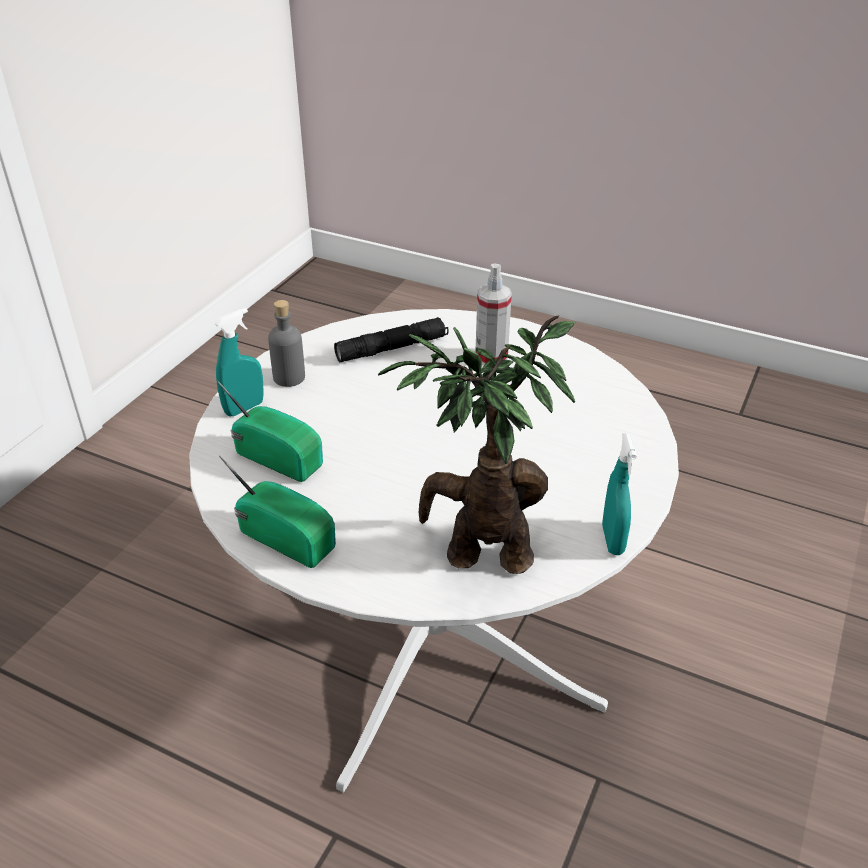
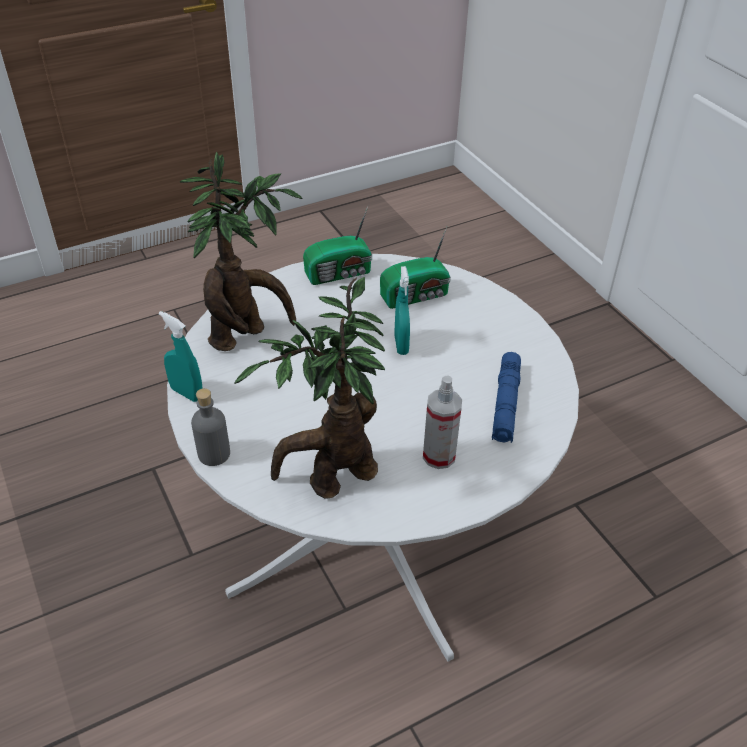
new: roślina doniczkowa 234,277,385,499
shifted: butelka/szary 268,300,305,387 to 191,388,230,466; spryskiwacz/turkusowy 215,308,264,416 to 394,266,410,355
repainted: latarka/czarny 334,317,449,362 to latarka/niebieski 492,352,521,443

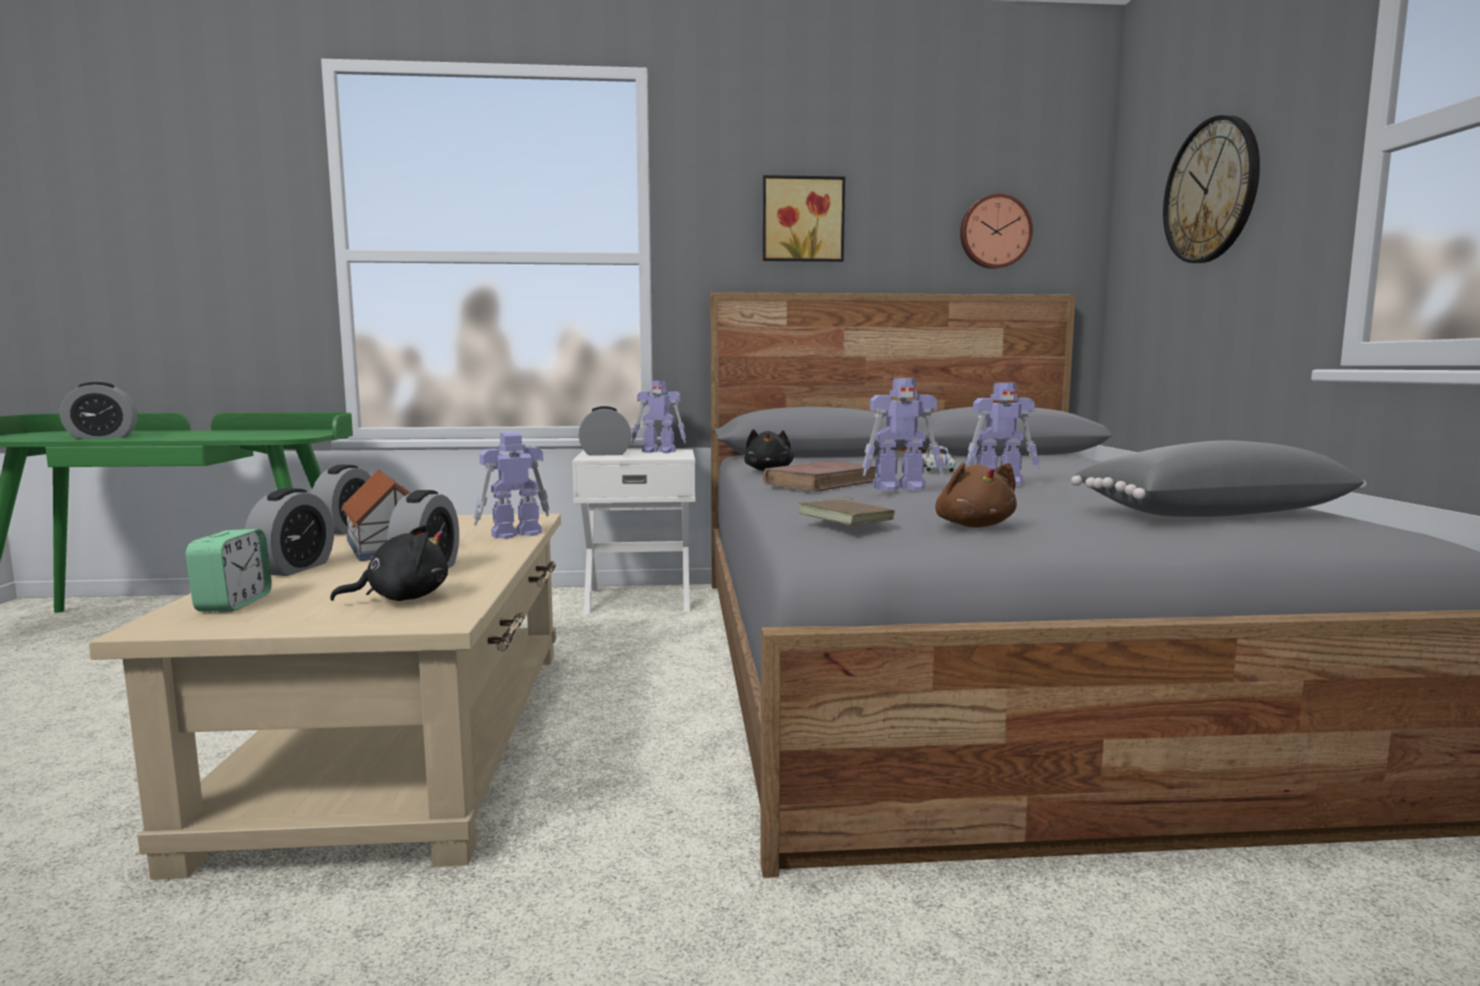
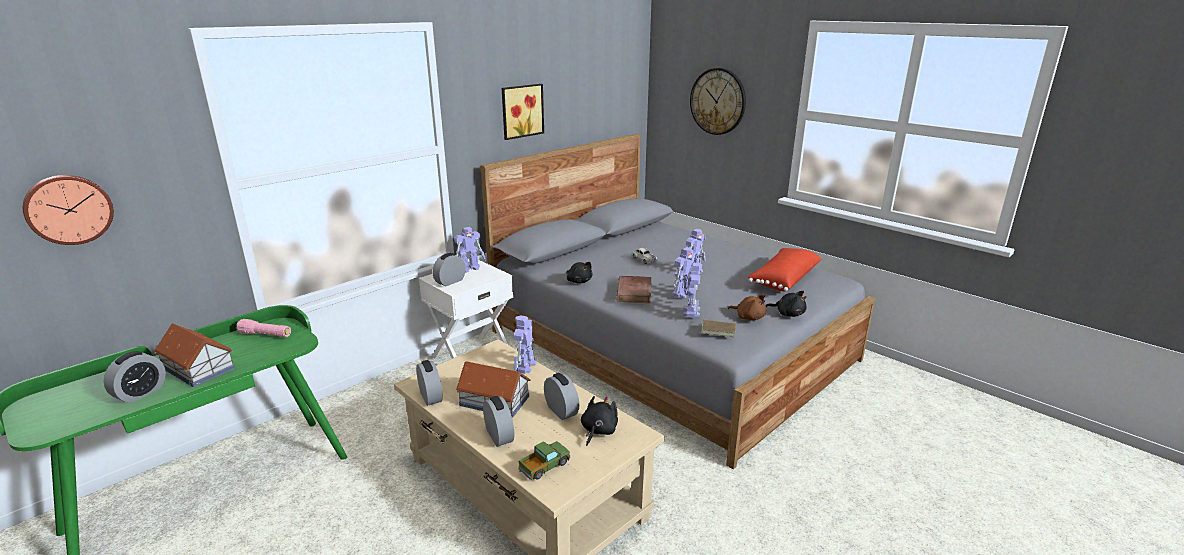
new: domek 154,323,235,387; latarka/różowy 236,319,291,337; robot zabawkowy 683,263,702,318; pluszak/czarny 766,291,807,317
shifted: zegar ścienny 960,194,1033,269 to 23,175,114,245
swapped: budzik 186,529,272,612 to ciężarówka zabawkowa 518,441,570,480
repainted: poduszka/szary 1071,440,1367,517 to poduszka/czerwony 748,248,821,292

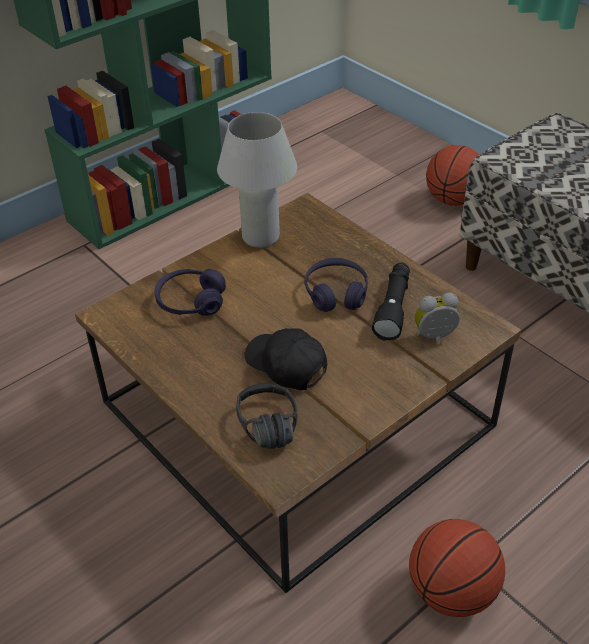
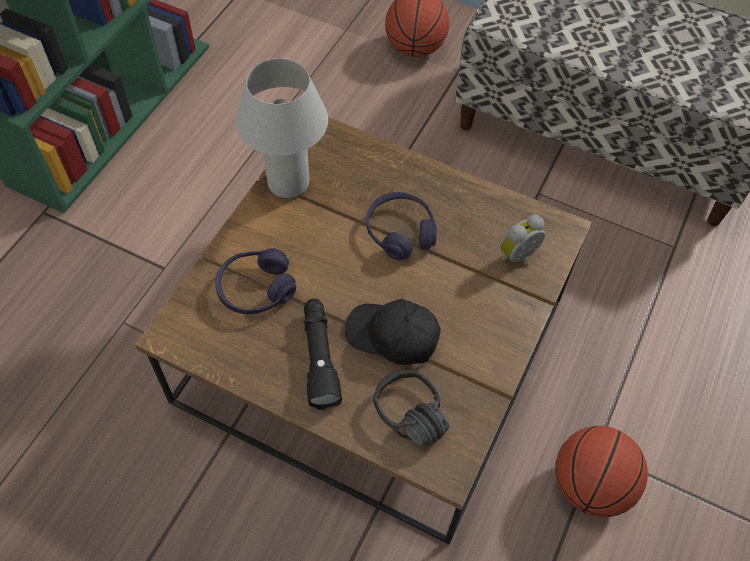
shifted: latarka/czarny 372,262,410,341 to 304,299,342,410

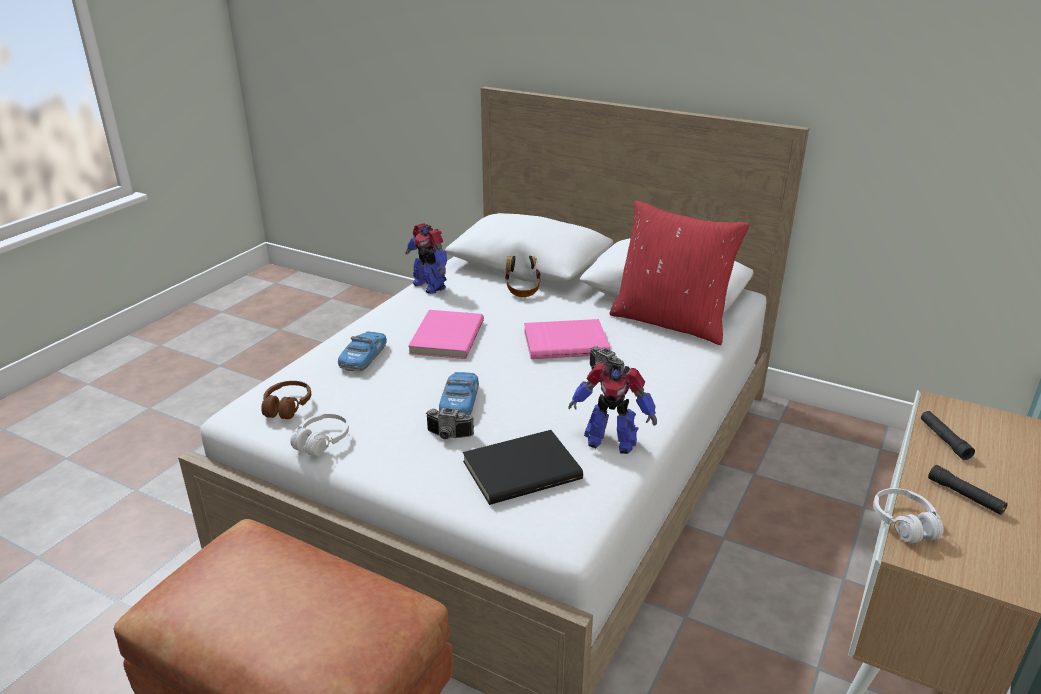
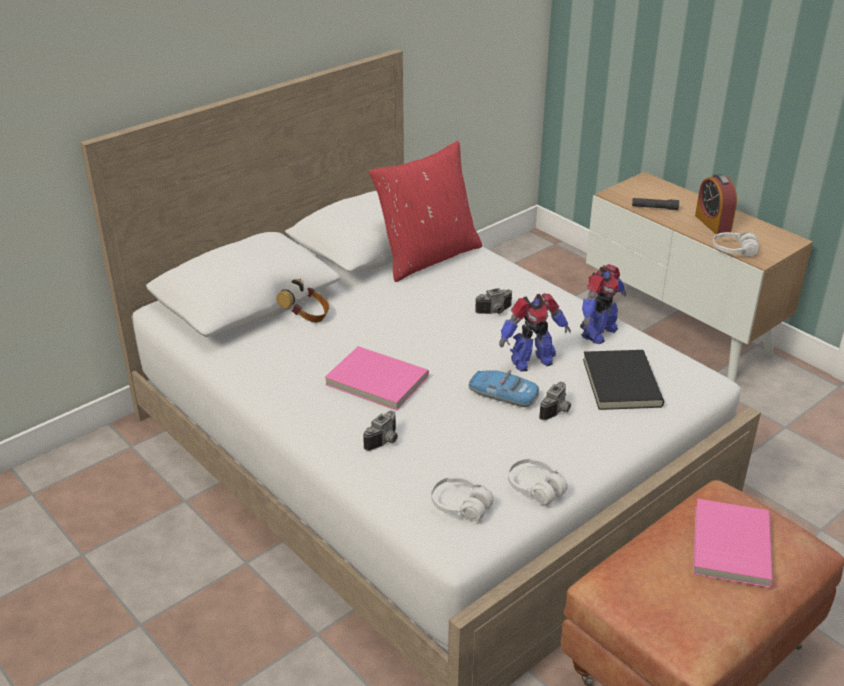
shifted: robot zabawkowy 406,223,447,294 to 499,293,571,372; książka/różowy 524,319,610,359 to 693,499,773,588
swapped: samochodzik 338,332,387,371 to aparat fotograficzny 363,411,398,451; latarka/czarny 928,465,1008,515 to budzik 695,174,737,234
repainted: słuchawki/brązowy 261,381,311,419 to słuchawki/biały 431,476,494,522

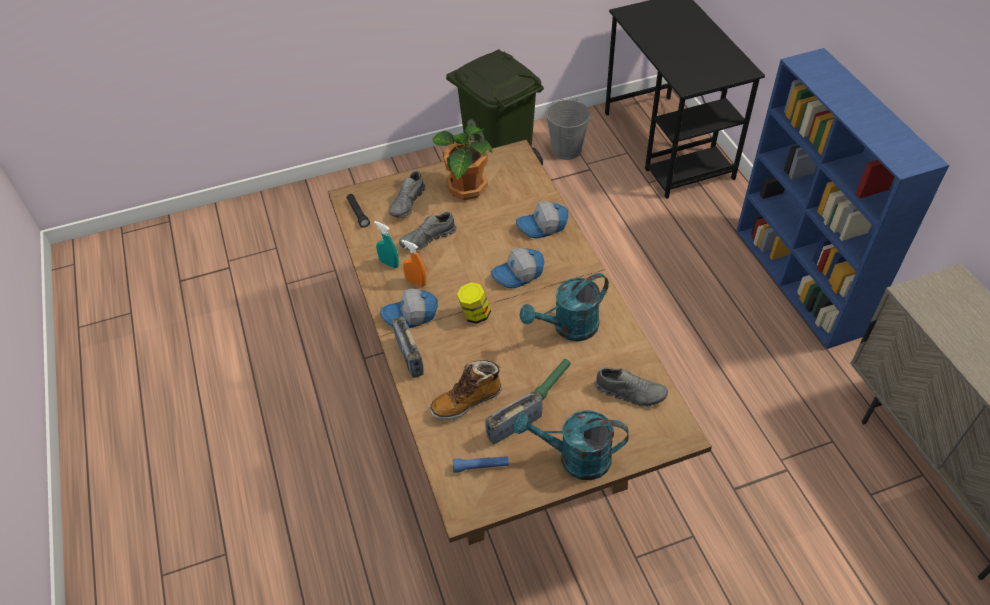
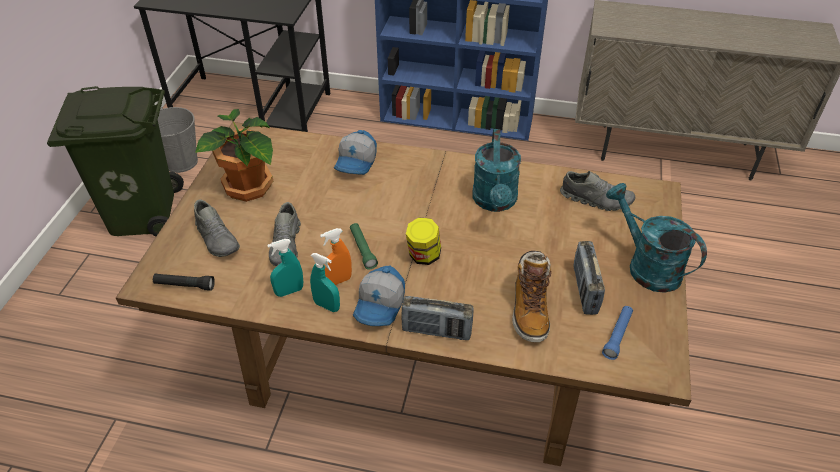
gone: czapka z daszkiem 491,248,544,288
new: spryskiwacz/turkusowy 310,253,340,312
shifted: latarka/zielony 534,359,571,401 to 350,223,378,270
rotated: but/szary 594,367,668,407 = 560,171,635,211 60 degrees clockwise; konewka/turkusowy 514,410,629,480 = 606,183,707,293 105 degrees clockwise

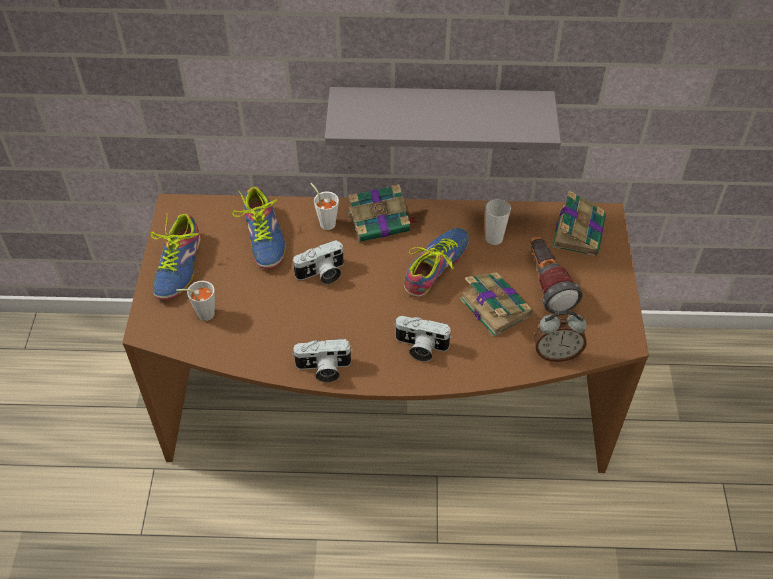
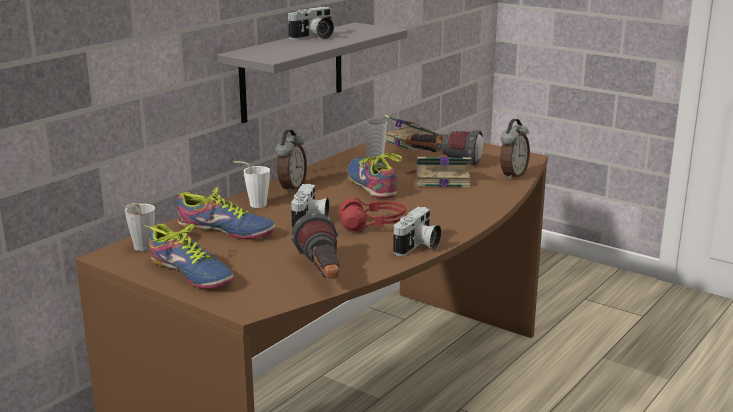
new: latarka 291,213,340,279; słuchawki/czerwony 338,197,407,232
shifted: filiżanka/szary 176,281,215,321 to 125,203,155,251; aparat fotograficzny 394,316,452,362 to 287,7,334,39
swapped: książka 348,184,417,242 to budzik 275,130,307,193

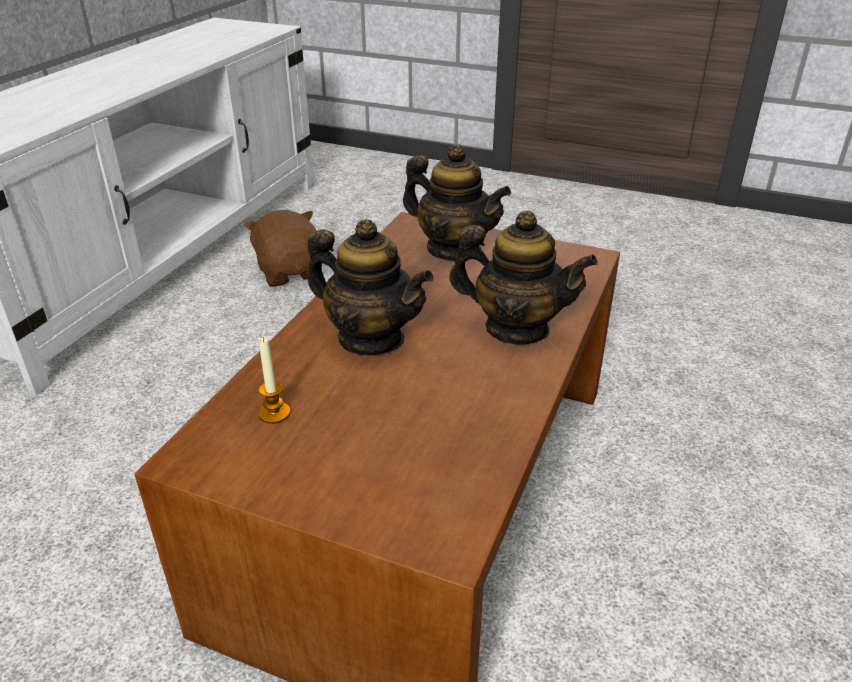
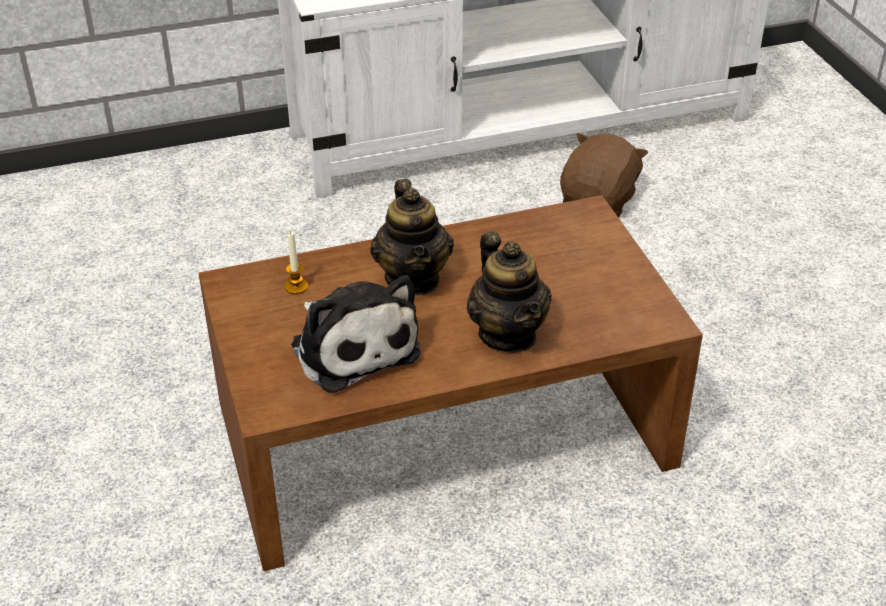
gone: imbryk 403,144,511,261
new: pluszak 291,275,421,393

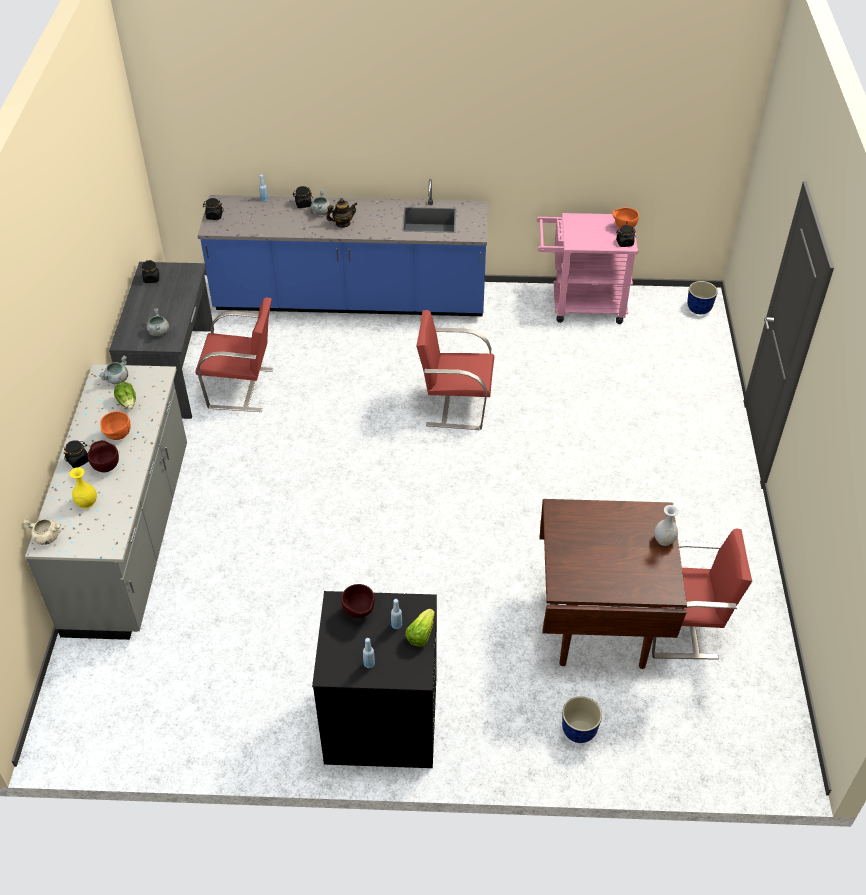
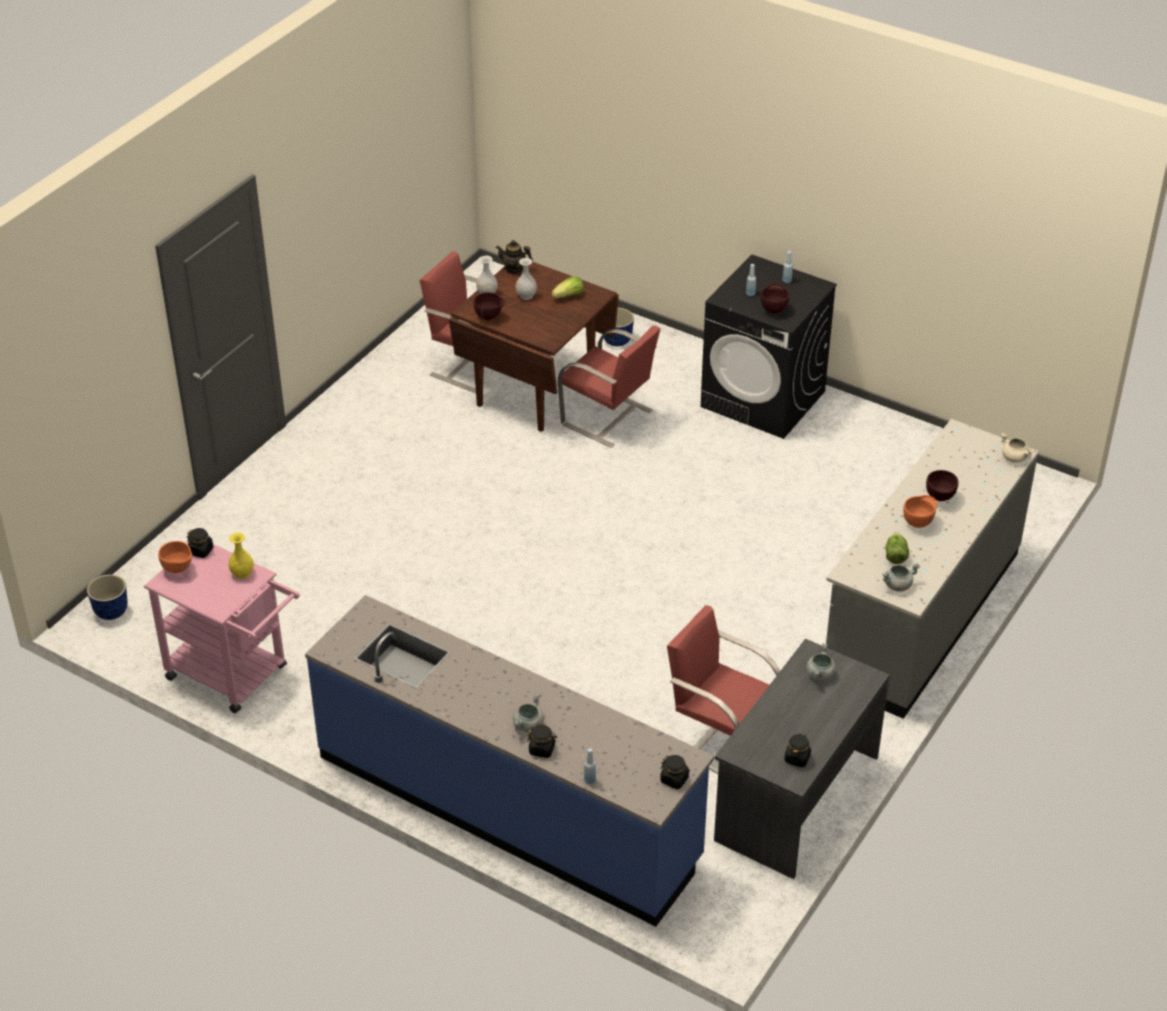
gone: słoik/czarny 64,440,89,468
new: miska/brązowy 474,292,505,320; wazon/biały 516,258,537,300
shifted: wazon/żółty 70,467,97,509 to 228,533,254,579; imbryk 326,199,357,228 to 496,240,533,274; sałata 405,609,435,647 to 551,276,584,298; krzesło/czerwony 416,310,494,430 to 558,325,660,448

